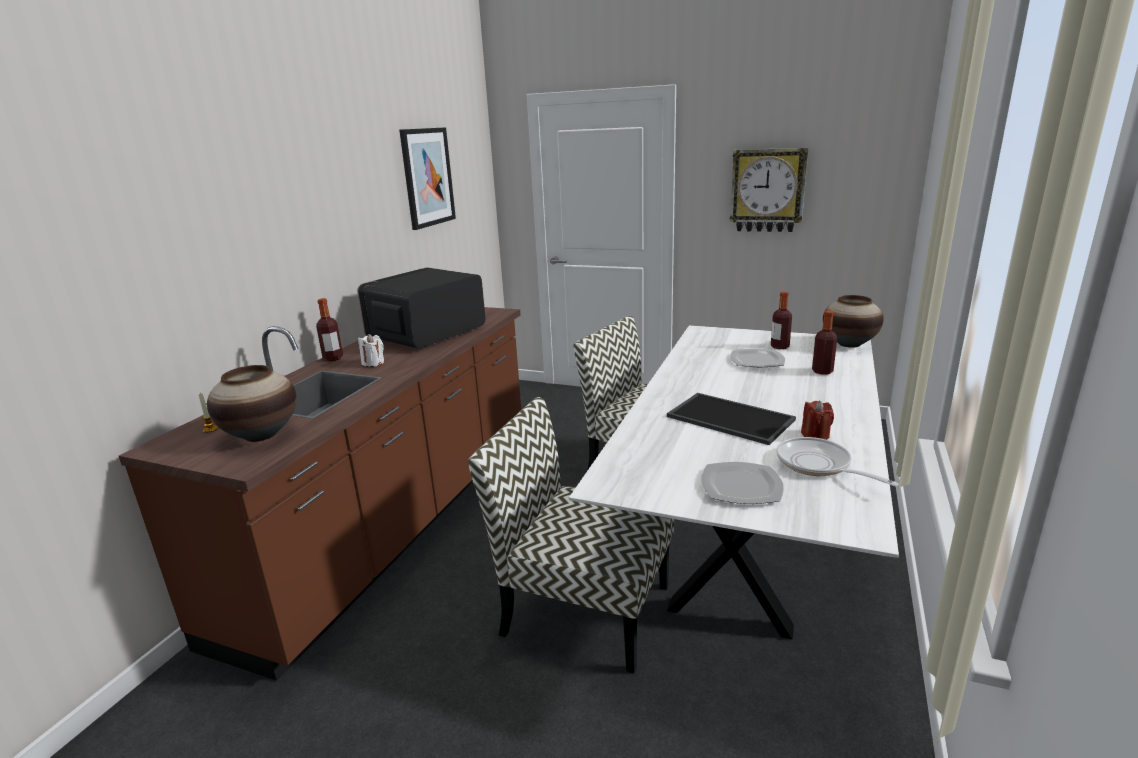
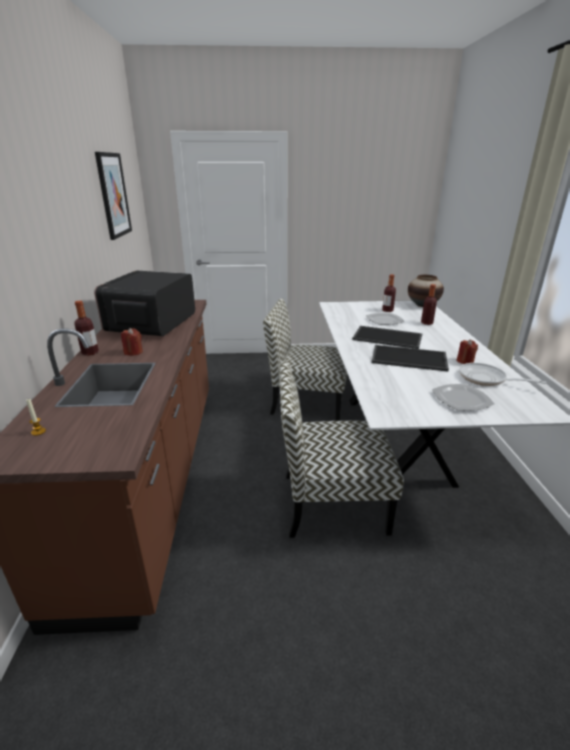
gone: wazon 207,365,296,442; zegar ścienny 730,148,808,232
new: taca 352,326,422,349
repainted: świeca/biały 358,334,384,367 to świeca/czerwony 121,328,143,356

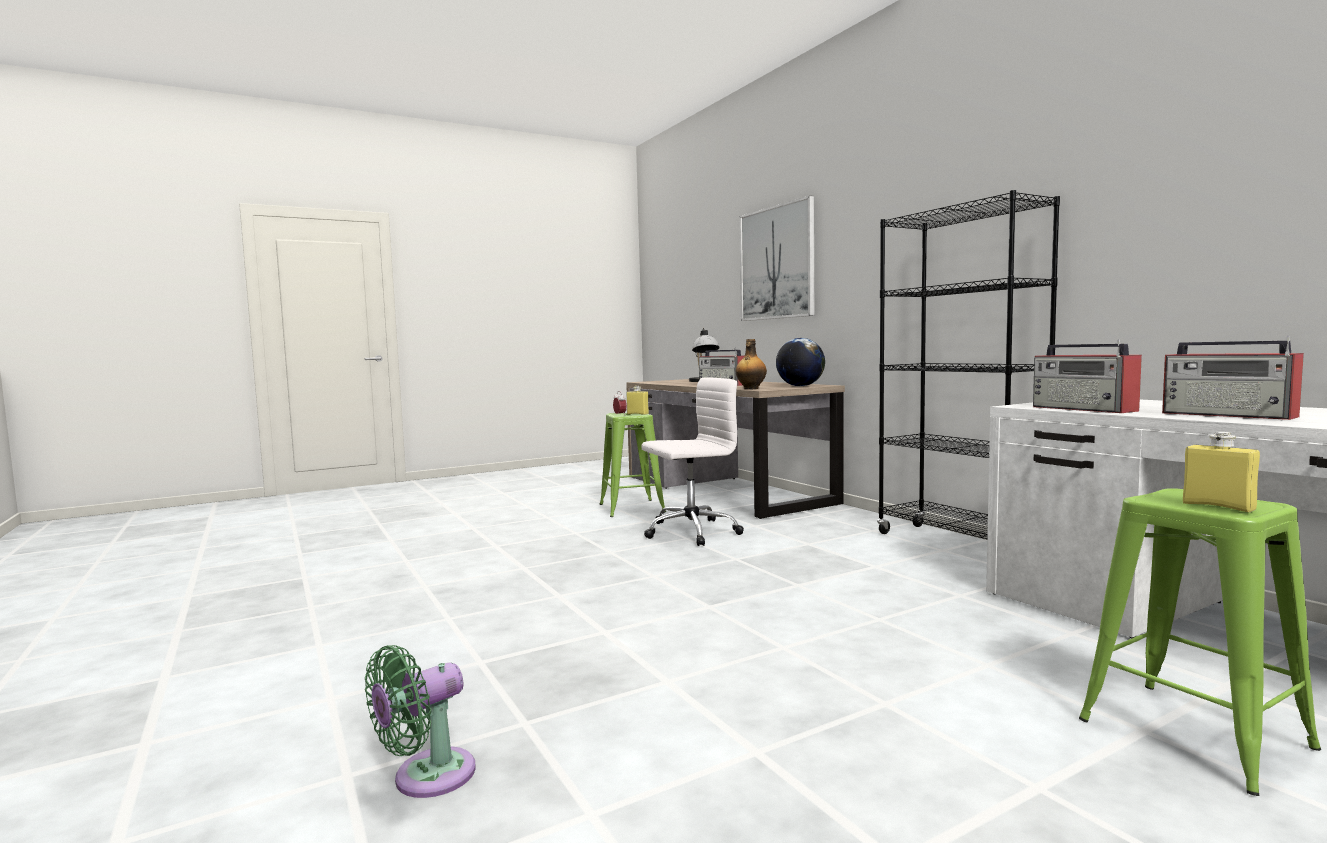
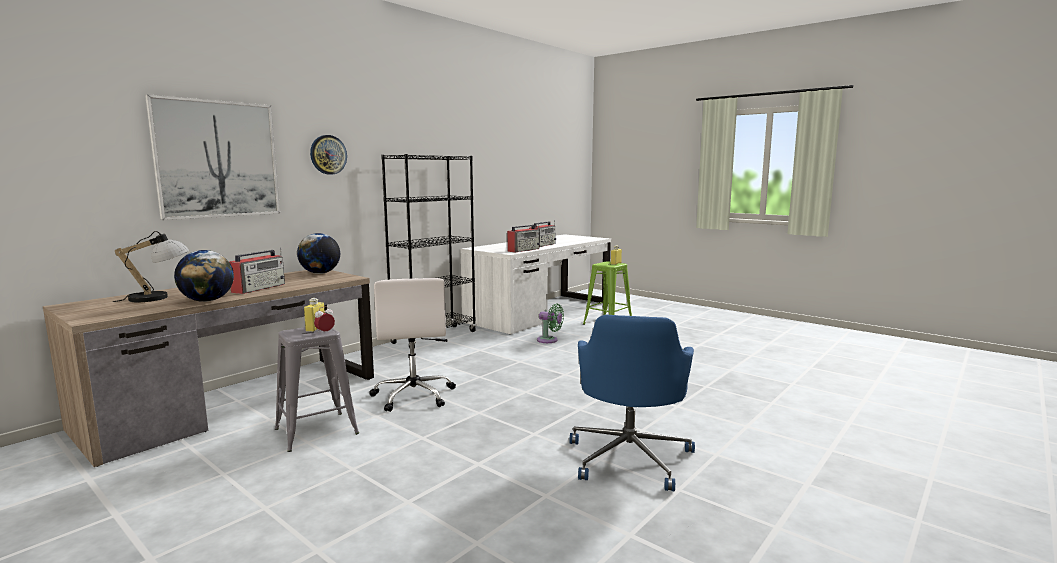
gone: butelka 736,339,767,390
new: globus 174,250,234,302; zegar ścienny 310,135,347,174; krzesło biurowe/niebieski 569,315,695,491
shifted: wentylator/zielony 365,645,476,798 to 537,303,564,343
repainted: stołek/zielony 600,413,666,517 to stołek/szary 275,327,359,452
rotated: krzesło biurowe/biały 641,377,744,546 = 369,278,456,412 150 degrees counterclockwise

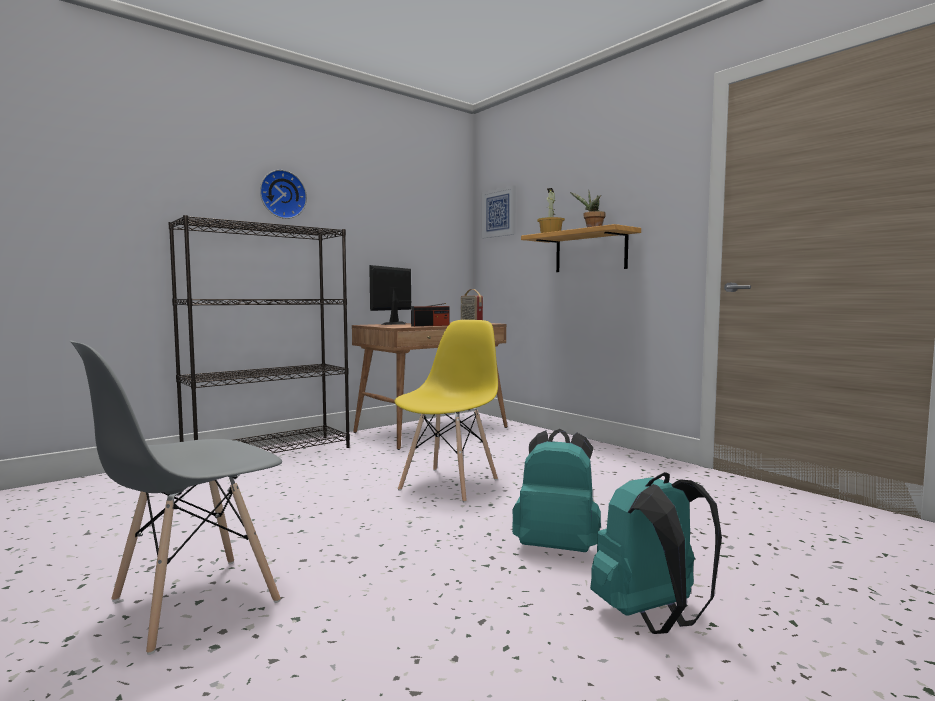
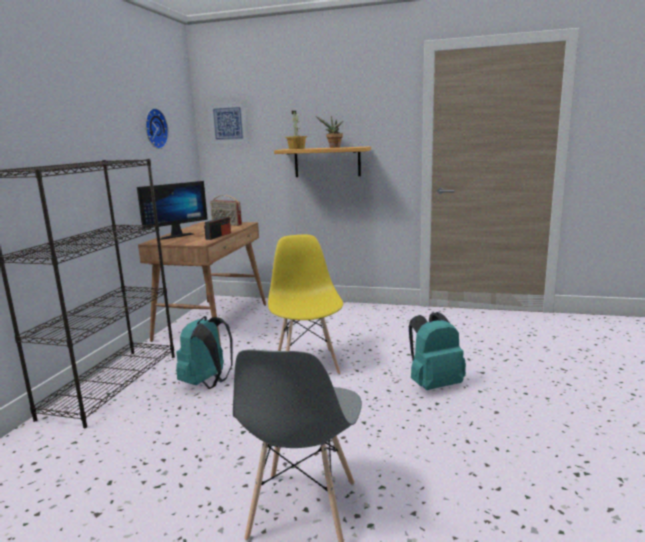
shifted: zegar ścienny 260,170,307,219 to 145,108,169,149; plecak/turkusowy 590,472,722,634 to 176,316,233,389
rotated: monitor 369,265,411,325 = 137,181,208,240 120 degrees counterclockwise

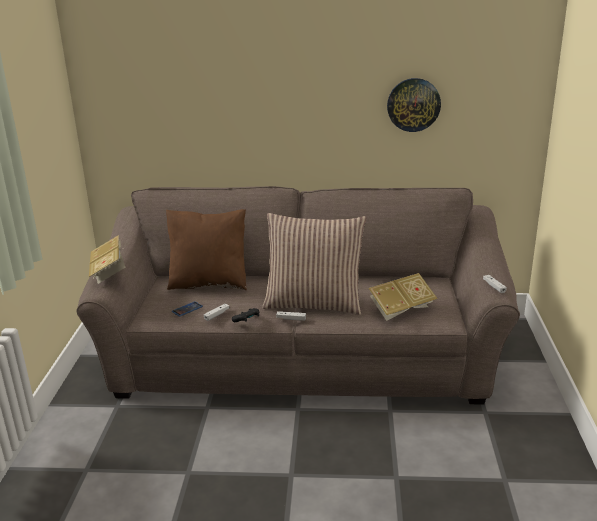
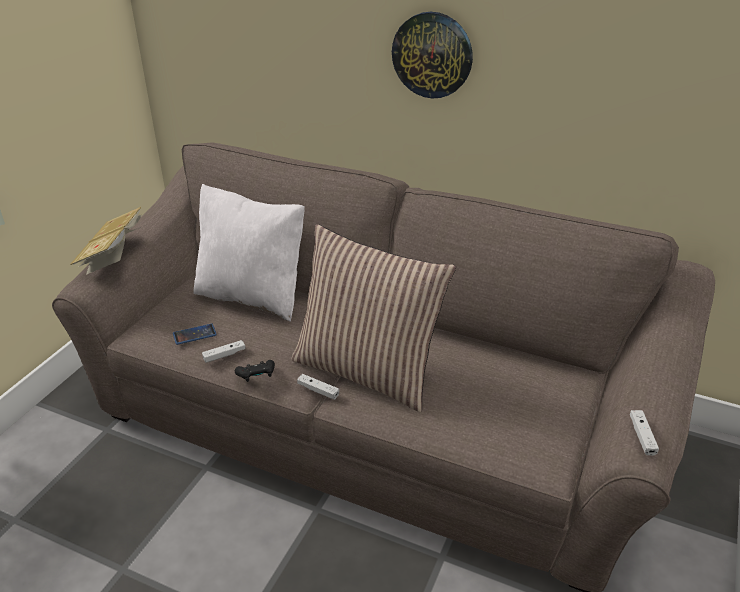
gone: książka 369,273,438,321
shifted: zegar ścienny 387,78,441,132 to 392,12,473,98
repainted: poduszka/brązowy 166,209,247,290 to poduszka/biały 193,184,305,322

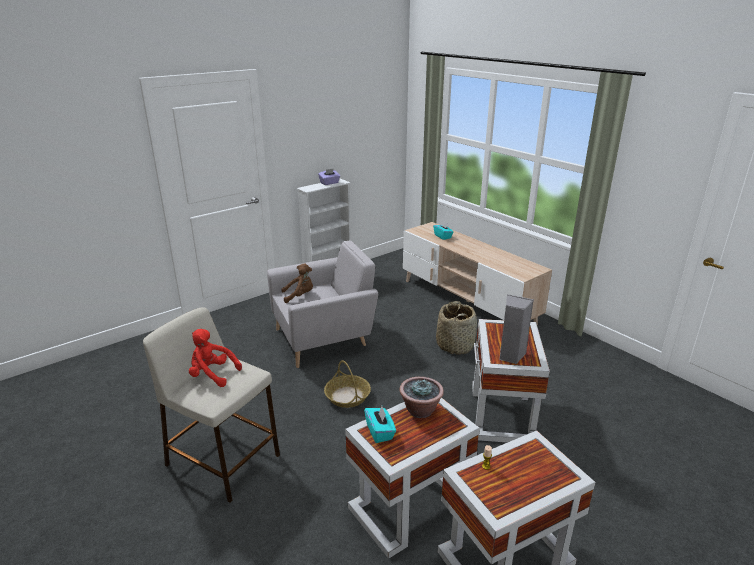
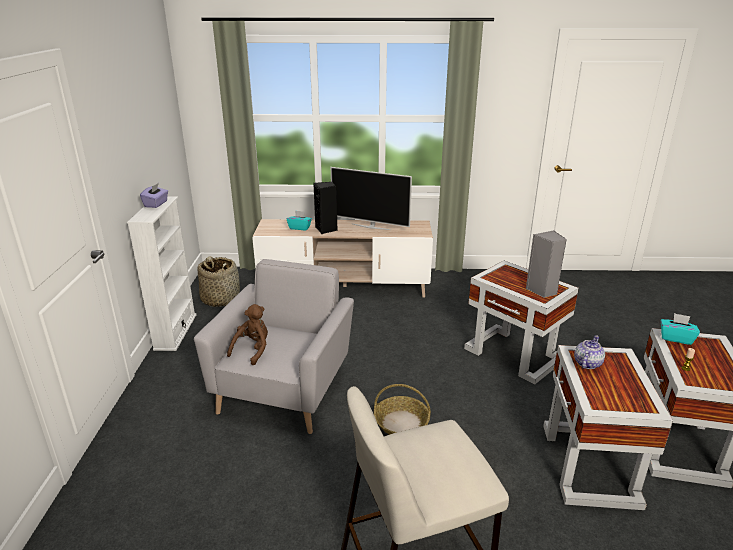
gone: pluszak/czerwony 189,329,242,387
new: głośnik/czarny 313,182,338,234; telewizor 331,167,412,230
shifted: koszyk 436,301,477,355 to 198,256,240,307; pudełko chusteczek/turkusowy 364,406,396,443 to 661,313,700,345
swapped: roślina doniczkowa 400,377,444,418 to imbryk 574,335,605,369

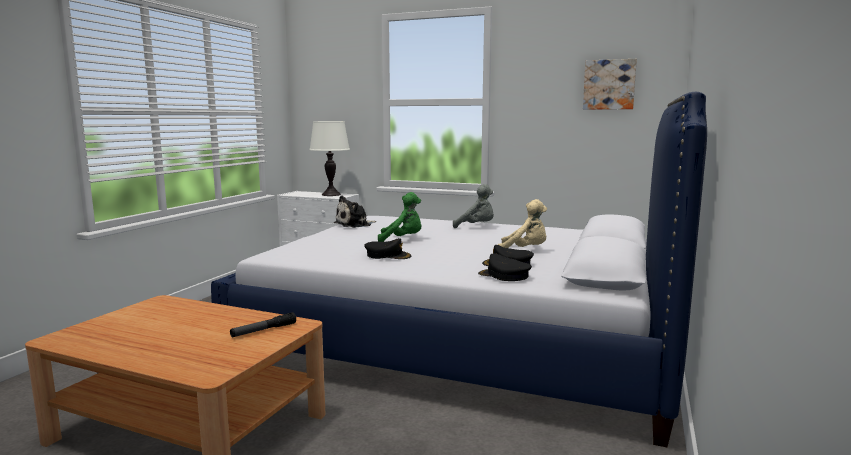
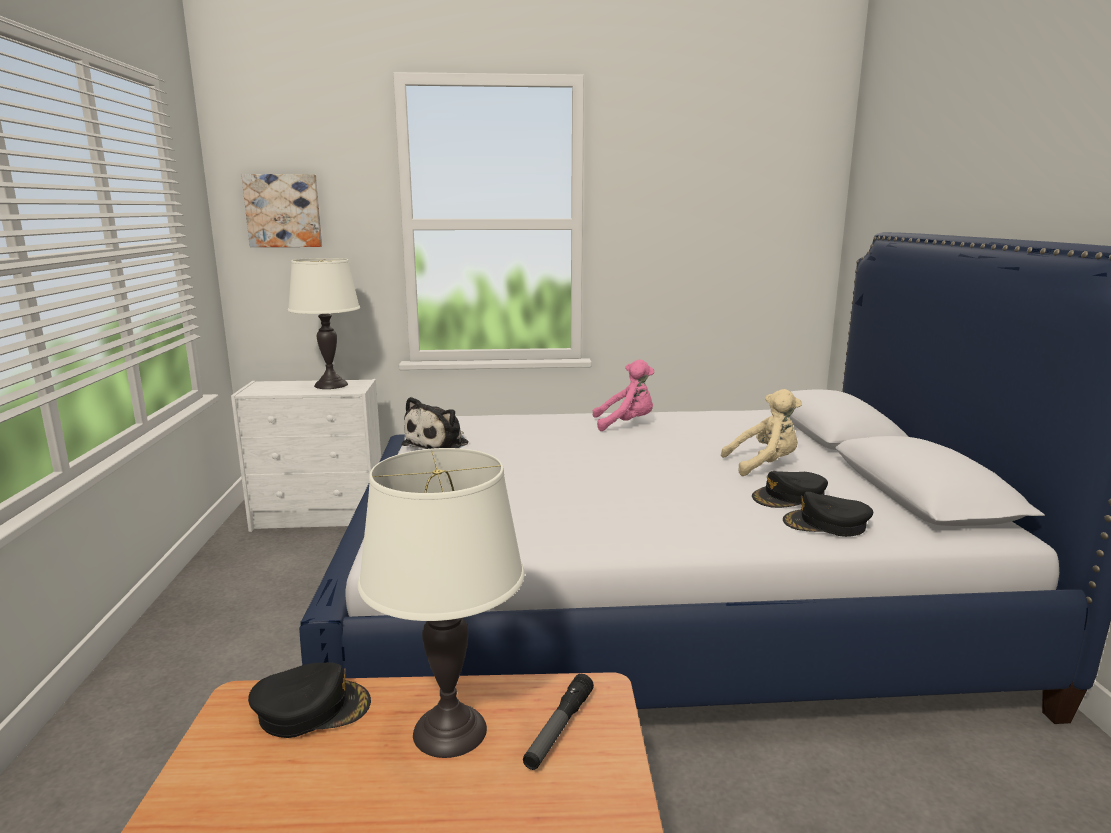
gone: pluszak/zielony 378,192,422,242
new: lampa stołowa/biały 358,448,525,758
shifted: obraz 583,59,637,110 to 241,174,322,247; czapka z daszkiem/czarny 364,238,412,259 to 248,662,371,738
repainted: pluszak/szary 453,184,494,228 to pluszak/różowy 592,359,654,431

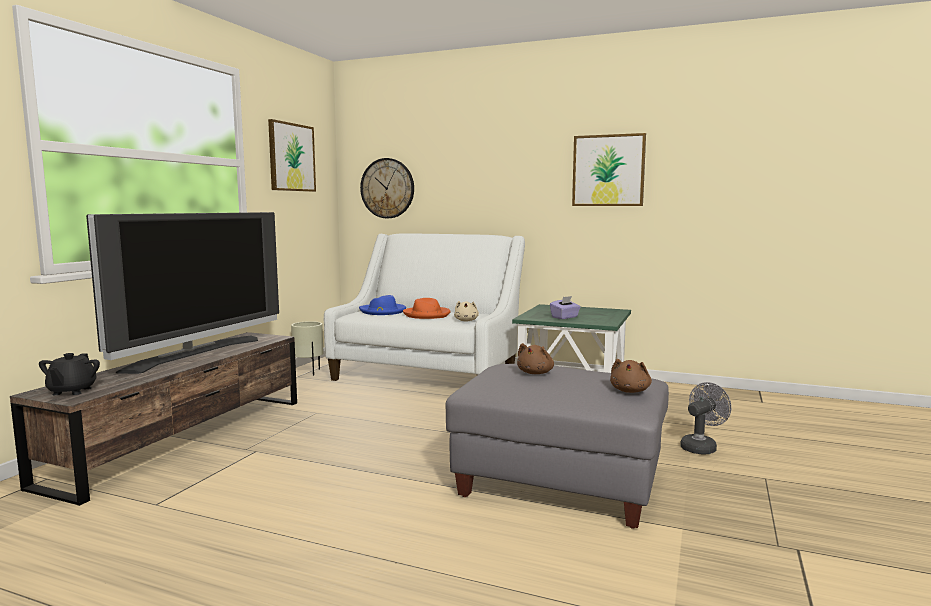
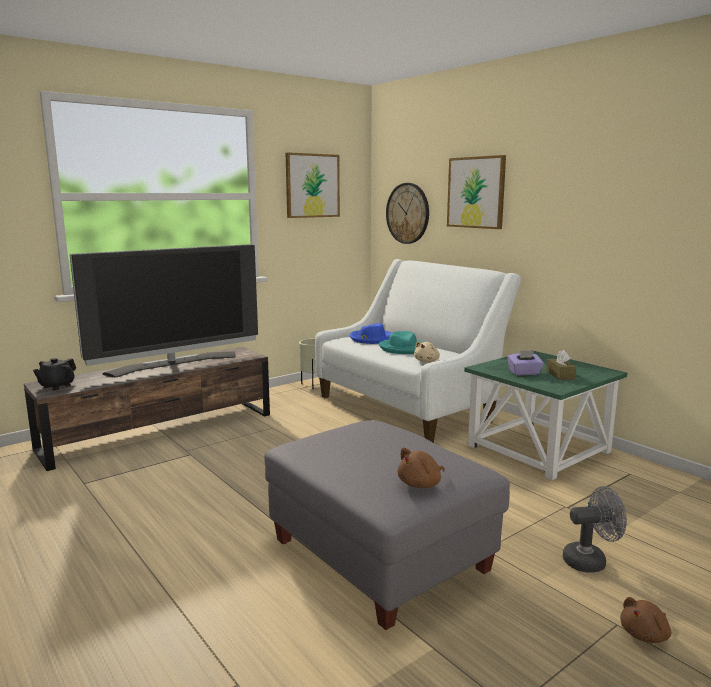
new: pudełko chusteczek/brązowy 546,350,576,380
shifted: obraz 572,133,646,206 to 447,155,506,229; pluszak/brązowy 517,343,554,374 to 620,597,671,643
repainted: kapelusz/pomarańczowy 403,298,451,319 to kapelusz/turkusowy 379,331,423,354

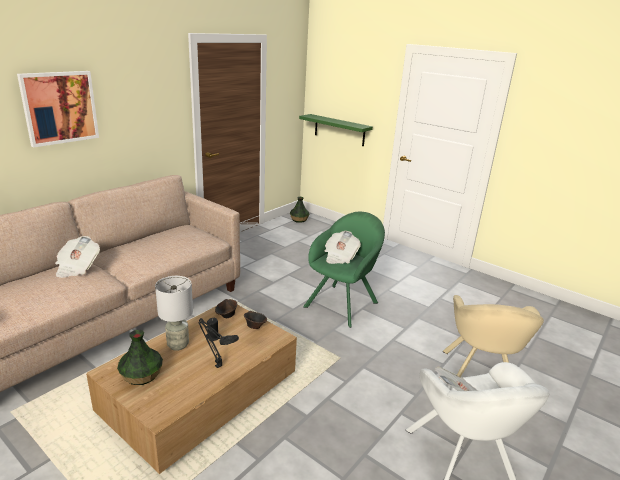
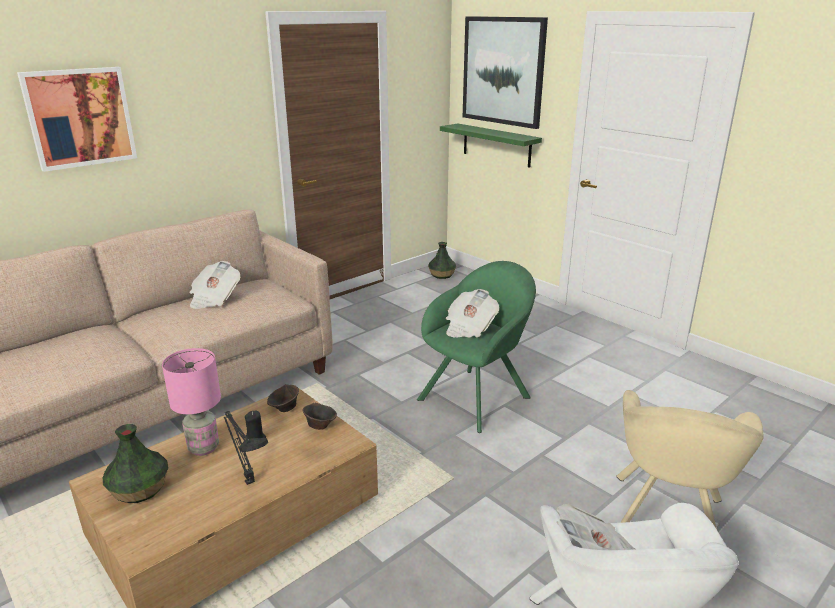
new: obraz 463,16,548,129
shifted: gazeta 55,236,100,278 to 189,261,240,309
repainted: lampa stołowa/szary 155,276,193,351 to lampa stołowa/różowy 162,348,221,456

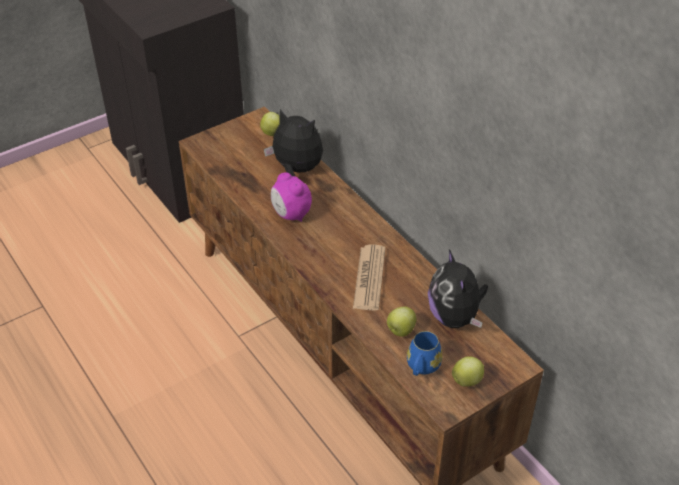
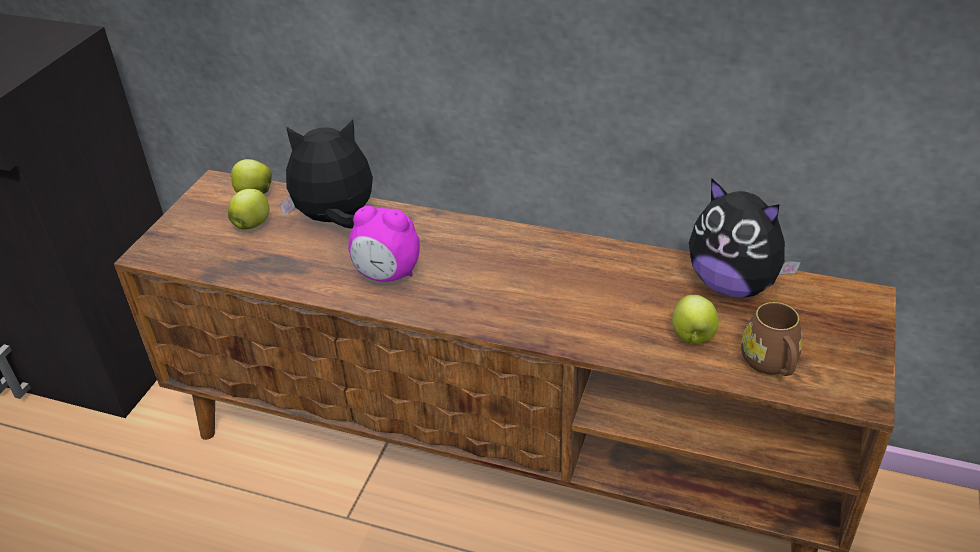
gone: gazeta 353,245,385,311
shifted: jabłko 452,356,484,387 to 228,189,269,229
repainted: kubek/niebieski 407,331,442,376 to kubek/brązowy 741,302,802,376

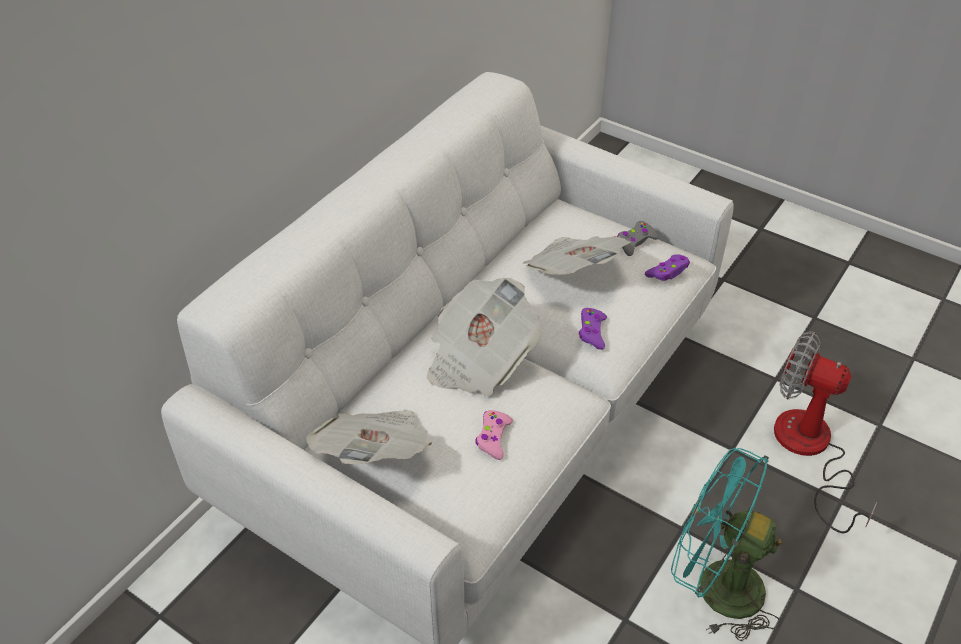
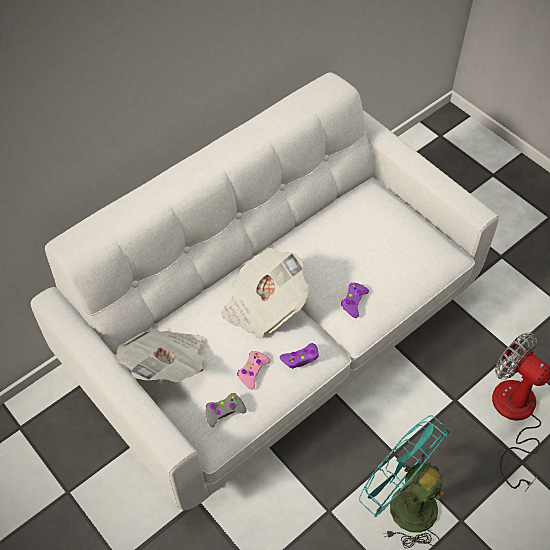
gone: gazeta 523,236,631,275
shifted: pad do gier/szary 617,221,659,256 to 206,393,247,427; pad do gier/fioletowy 645,254,690,281 to 280,343,319,369

